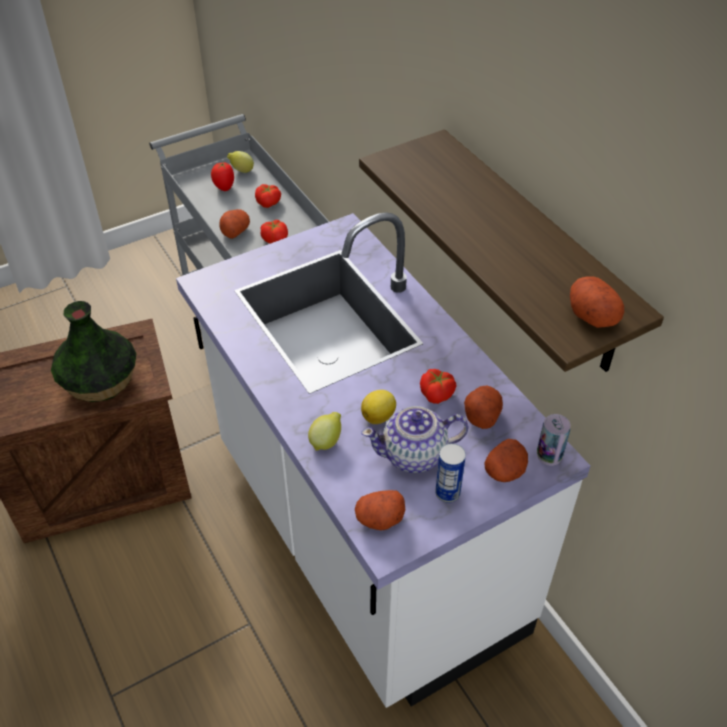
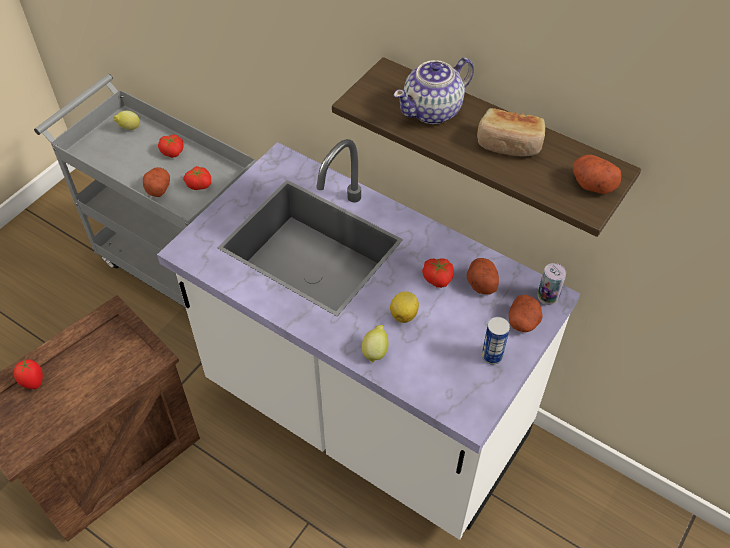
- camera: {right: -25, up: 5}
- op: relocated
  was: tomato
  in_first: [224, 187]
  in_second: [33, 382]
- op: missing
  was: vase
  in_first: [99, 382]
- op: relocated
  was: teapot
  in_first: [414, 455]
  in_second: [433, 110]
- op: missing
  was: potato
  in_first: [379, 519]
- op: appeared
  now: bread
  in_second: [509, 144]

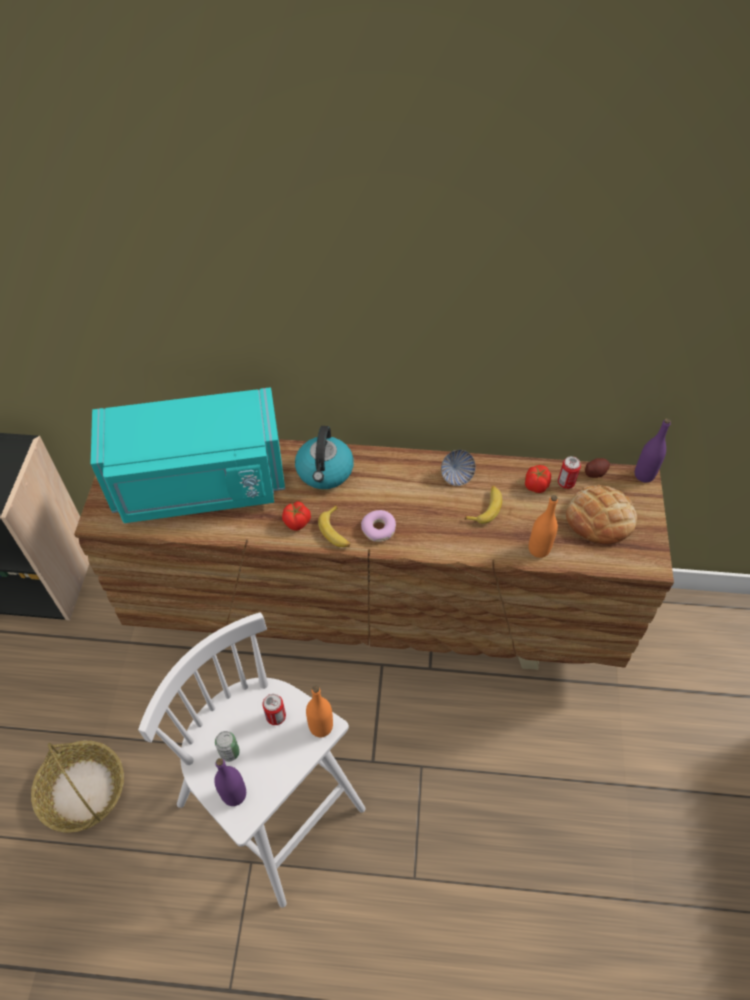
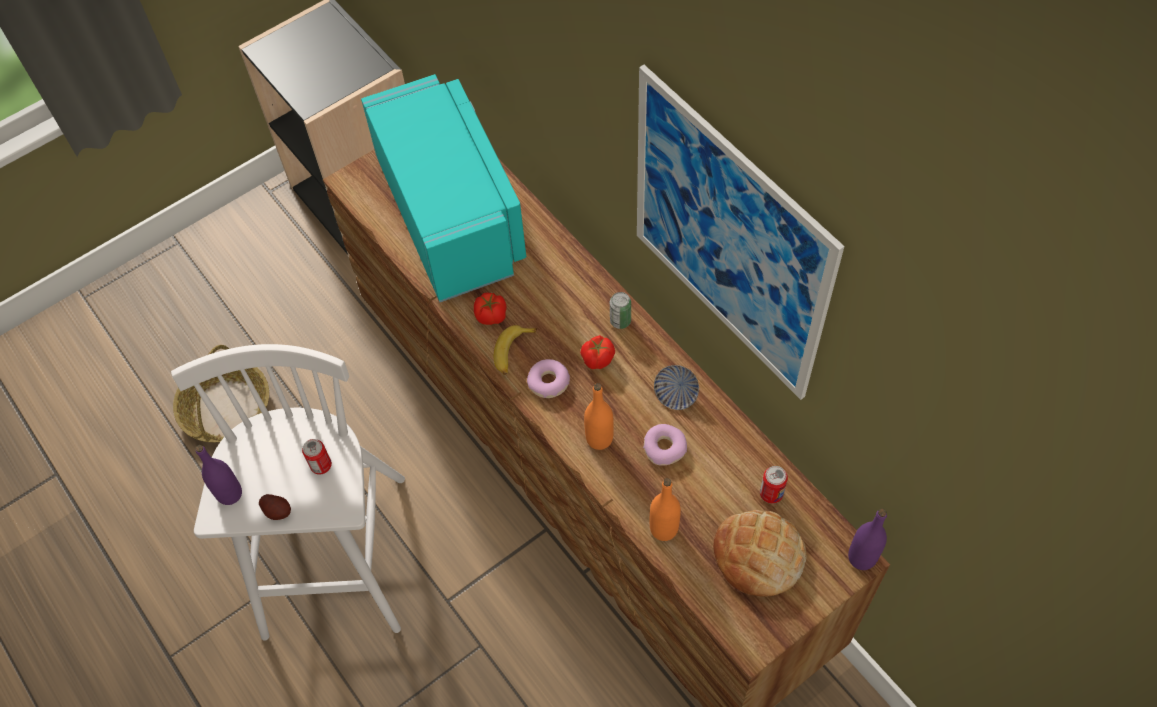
- camera: {right: 50, up: 5}
- op: spun
  was: microwave (turquoise)
  in_first: [199, 485]
  in_second: [454, 216]
  clockwise: -150
- op: missing
  was: kettle
  in_first: [325, 471]
- op: relocated
  was: potato
  in_first: [595, 472]
  in_second: [278, 511]
- op: relocated
  was: tomato
  in_first: [535, 485]
  in_second: [597, 359]
- op: exchanged
  was: banana
  now: donut
  in_first: [485, 507]
  in_second: [664, 447]
- op: relocated
  was: bottle (orange)
  in_first: [321, 726]
  in_second: [599, 438]
- op: relocated
  was: can
  in_first: [229, 752]
  in_second: [620, 321]
- op: appeared
  now: picture
  in_second: [728, 238]

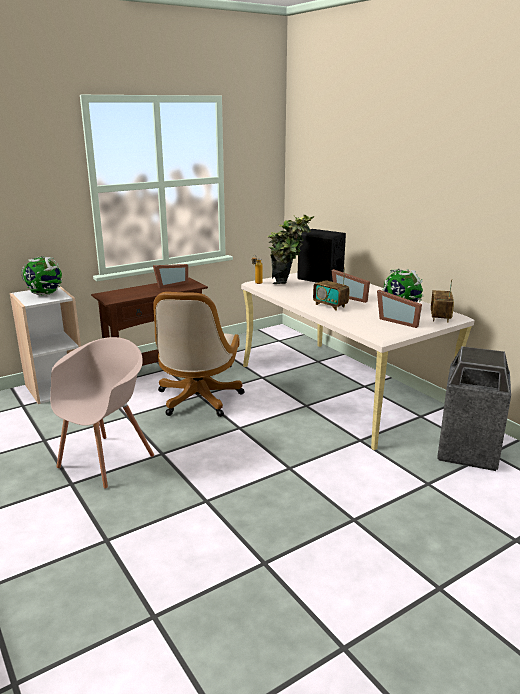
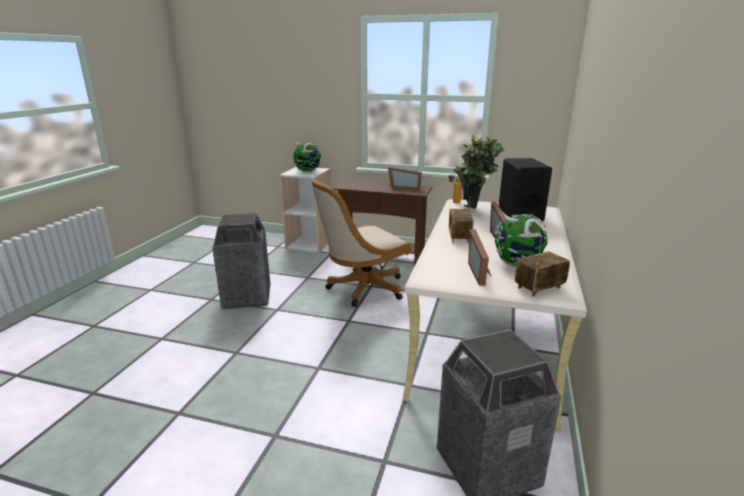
- camera: {right: 50, up: 0}
- op: exchanged
  was: chair (beige)
  now: trash can
  in_first: [106, 461]
  in_second: [247, 297]

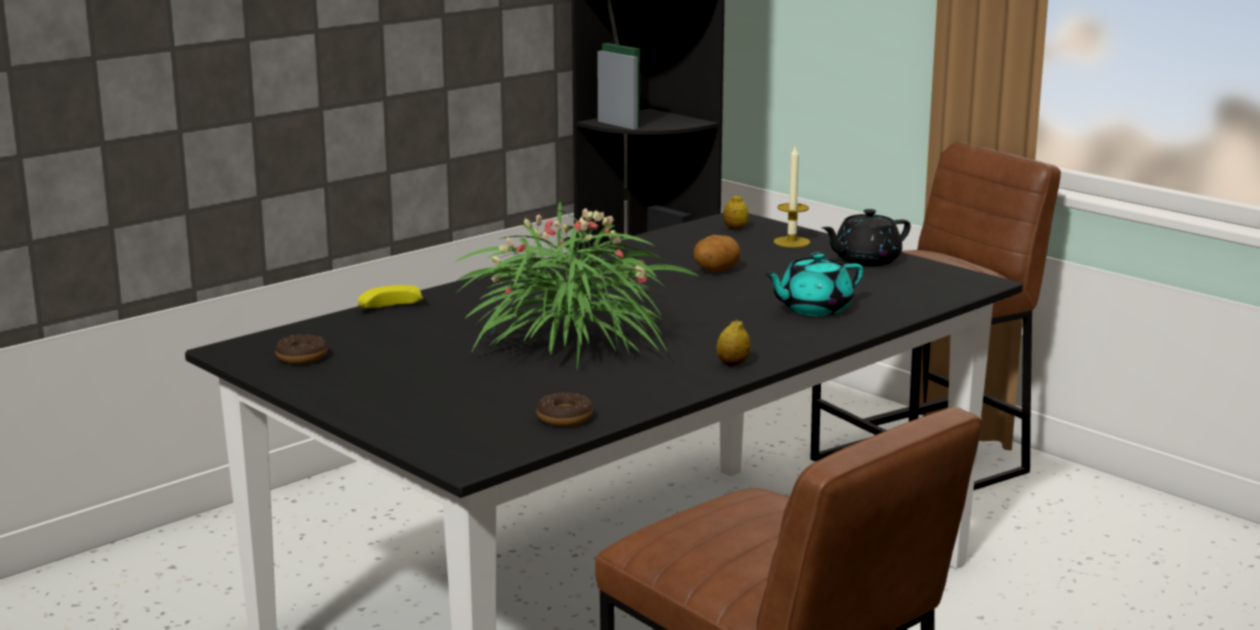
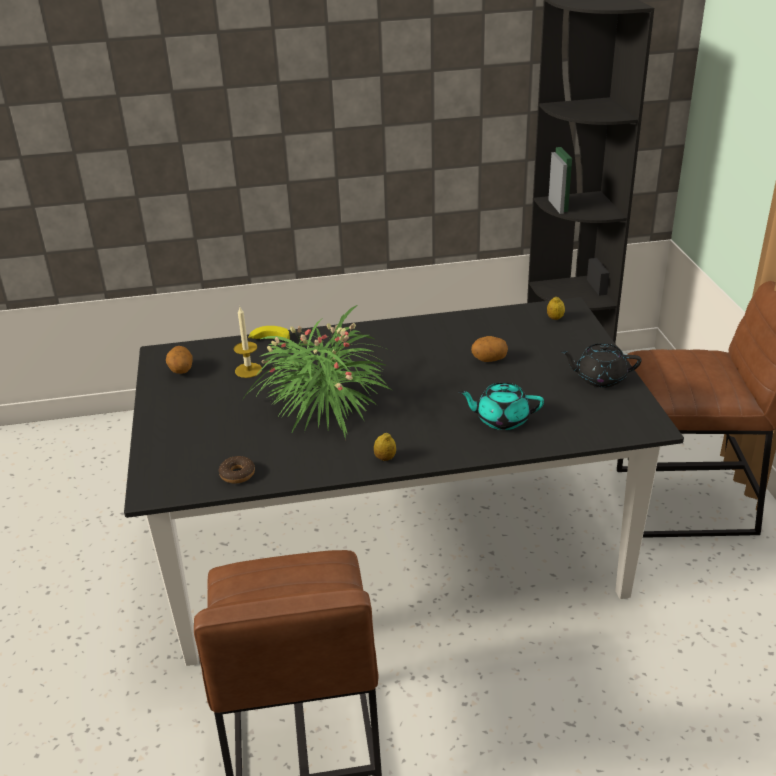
- camera: {right: 35, up: 15}
- op: relocated
  was: candle
  in_first: [791, 242]
  in_second: [248, 370]
- op: exchanged
  was: donut
  now: potato
  in_first: [302, 357]
  in_second: [181, 371]

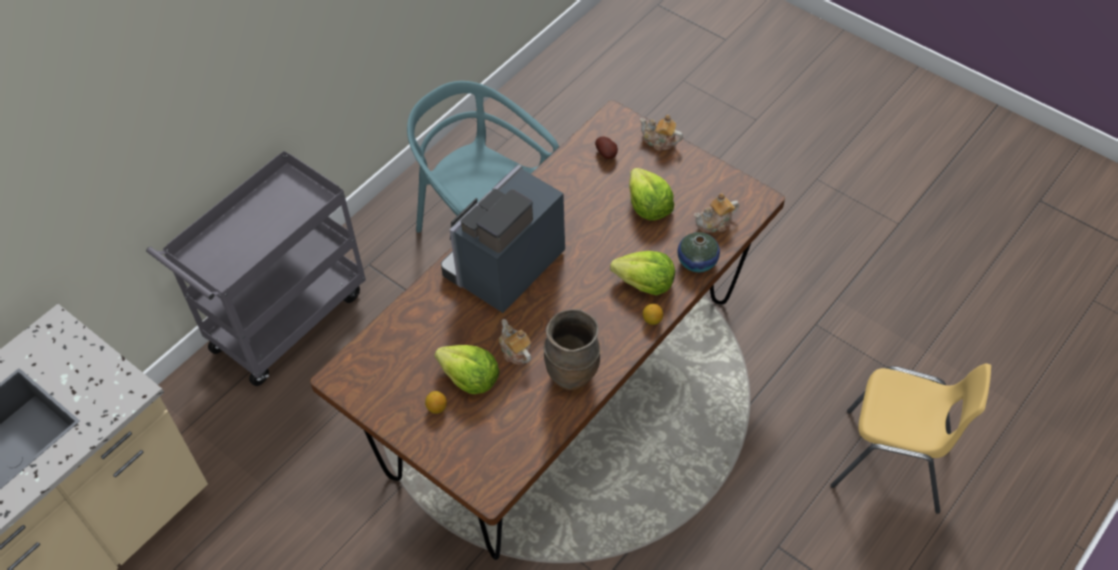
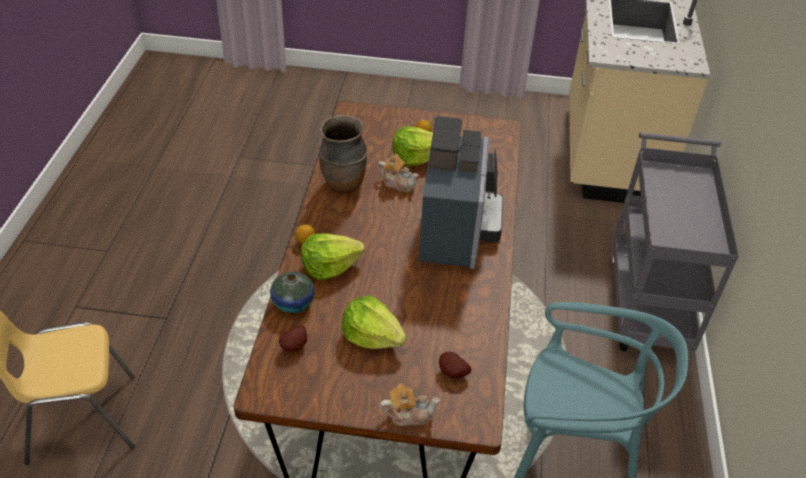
- camera: {right: 145, up: -10}
- op: exchanged
  was: teapot
  now: potato
  in_first: [715, 223]
  in_second: [295, 346]

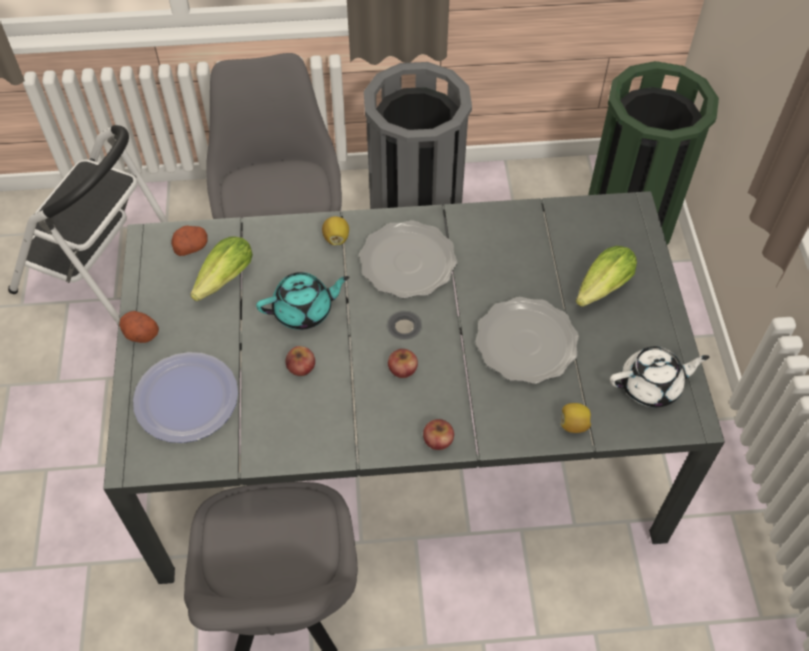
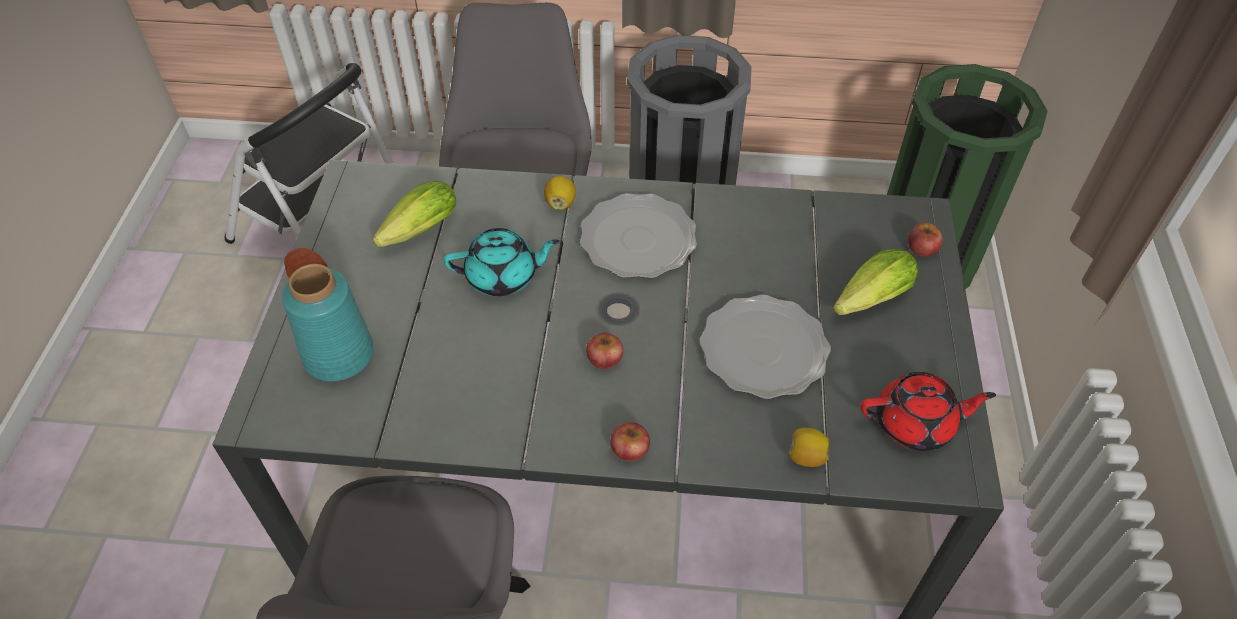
- camera: {right: 10, up: -5}
- op: missing
  was: potato
  in_first: [191, 247]
- op: relocated
  was: apple
  in_first: [301, 366]
  in_second: [922, 248]
- op: colour
  was: teapot (white)
  now: teapot (red)
  in_first: [651, 386]
  in_second: [915, 424]
- op: exchanged
  was: plate
  now: vase (turquoise)
  in_first: [186, 398]
  in_second: [339, 355]

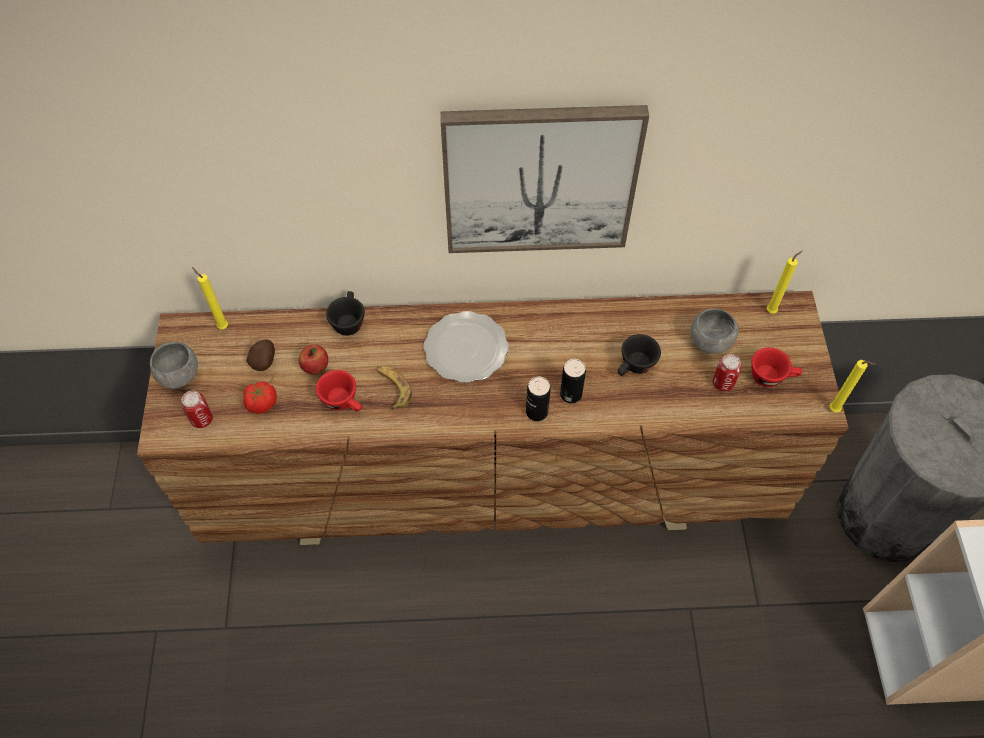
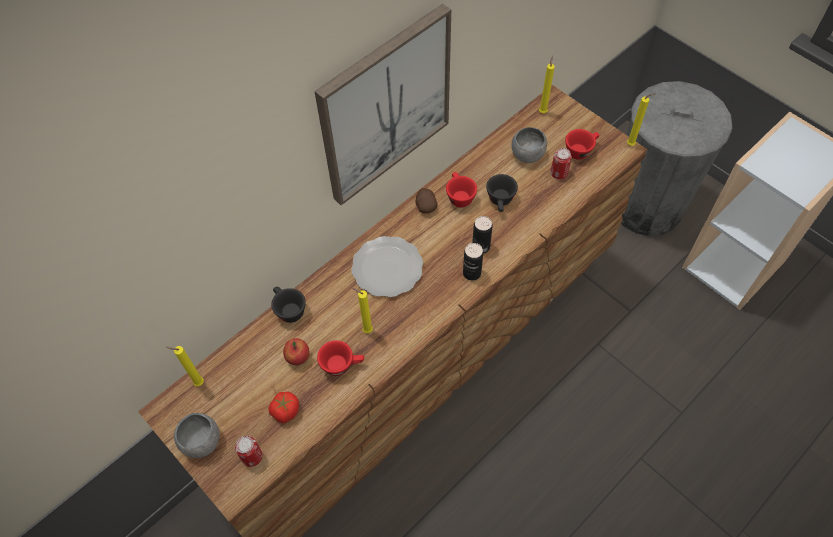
- camera: {right: -40, up: 0}
- op: relocated
  was: potato
  in_first: [264, 361]
  in_second: [425, 206]
- op: exchanged
  was: banana
  now: candle (yellow)
  in_first: [393, 388]
  in_second: [366, 330]
- op: appeared
  now: cup (red)
  in_second: [459, 196]

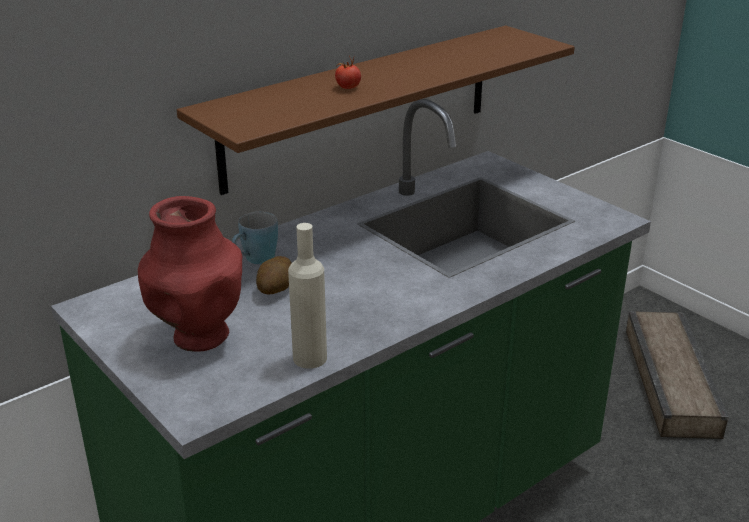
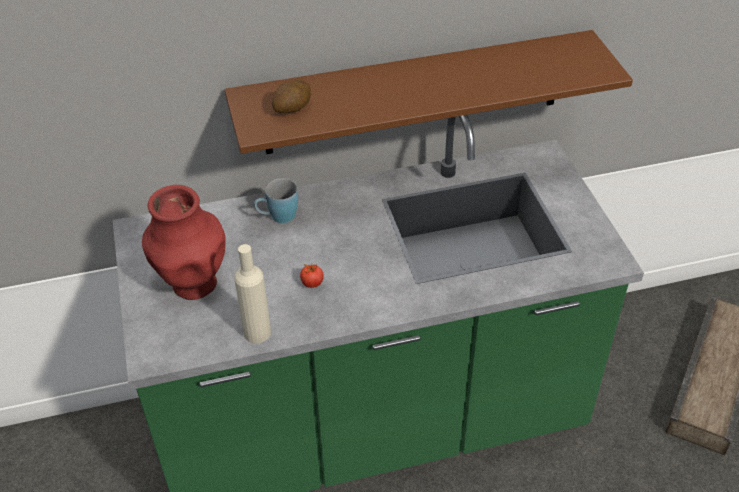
- camera: {right: 25, up: 15}
- op: relocated
  was: tomato
  in_first: [348, 87]
  in_second: [312, 283]
- op: relocated
  was: potato
  in_first: [276, 289]
  in_second: [292, 109]

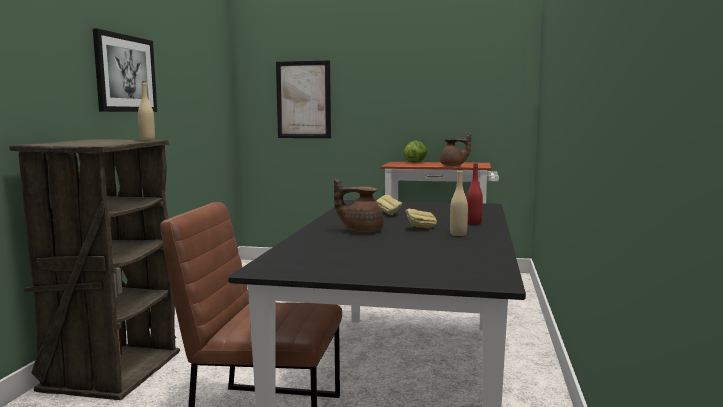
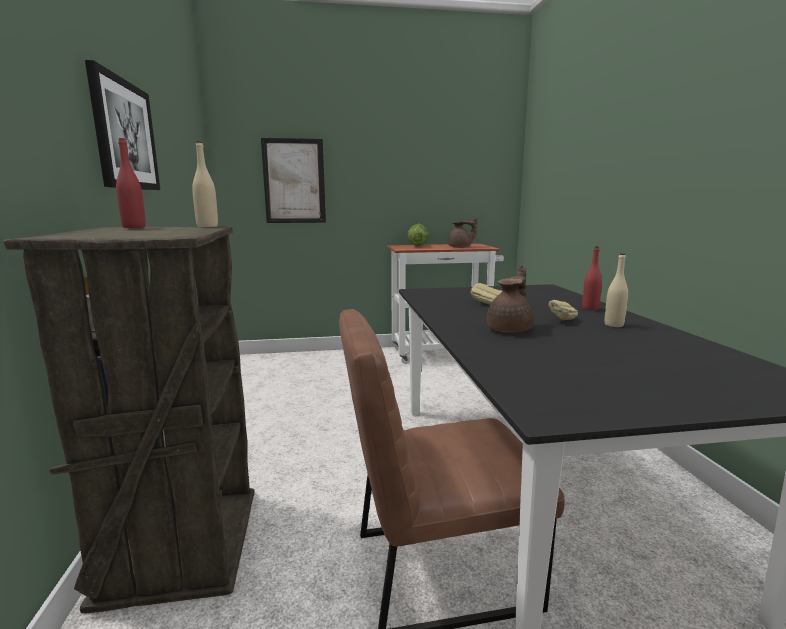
- camera: {right: -20, up: 5}
- op: spun
  was: teapot (brown)
  in_first: [361, 230]
  in_second: [511, 329]
  clockwise: 135
- op: appeared
  now: bottle (red)
  in_second: [134, 227]

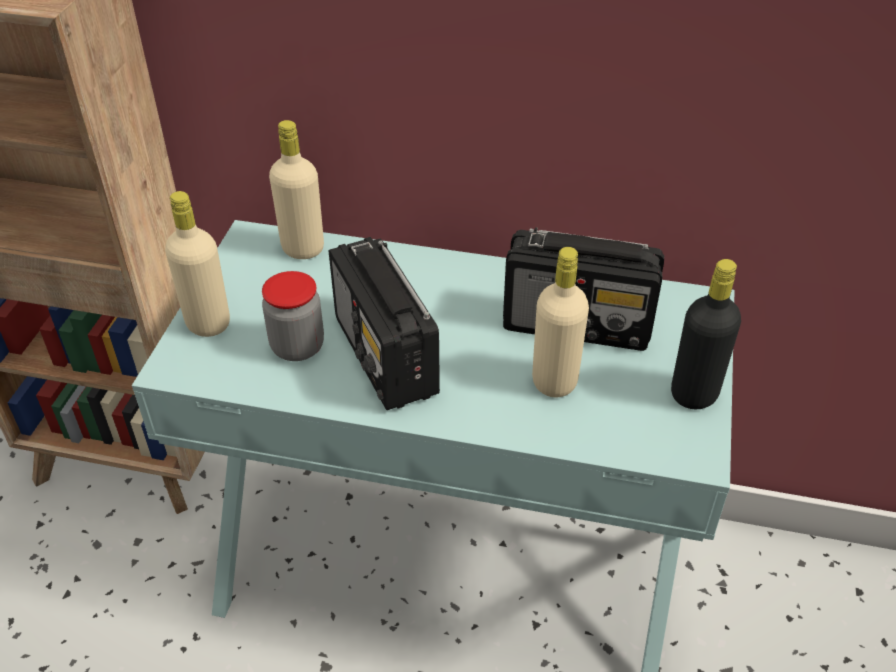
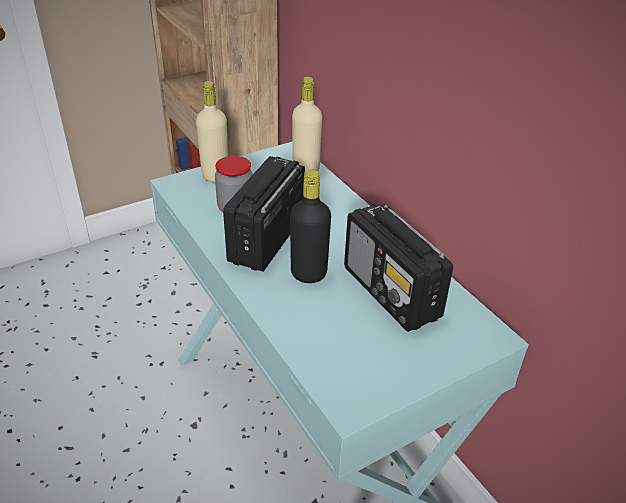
- camera: {right: 45, up: -5}
- op: missing
  was: bottle (beige)
  in_first: [554, 381]
- op: relocated
  was: bottle (black)
  in_first: [694, 394]
  in_second: [308, 274]

